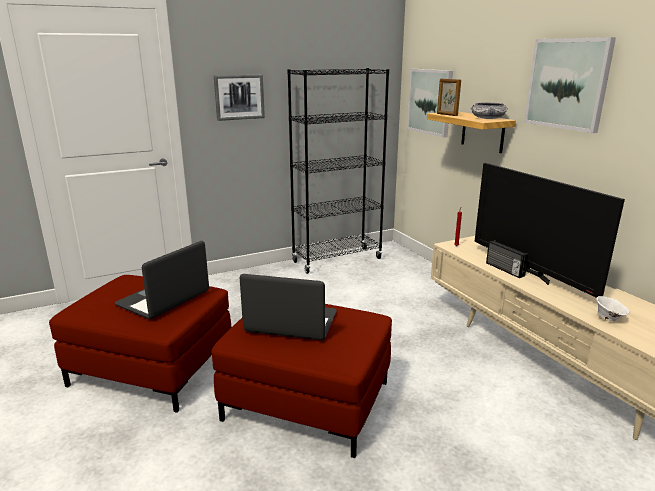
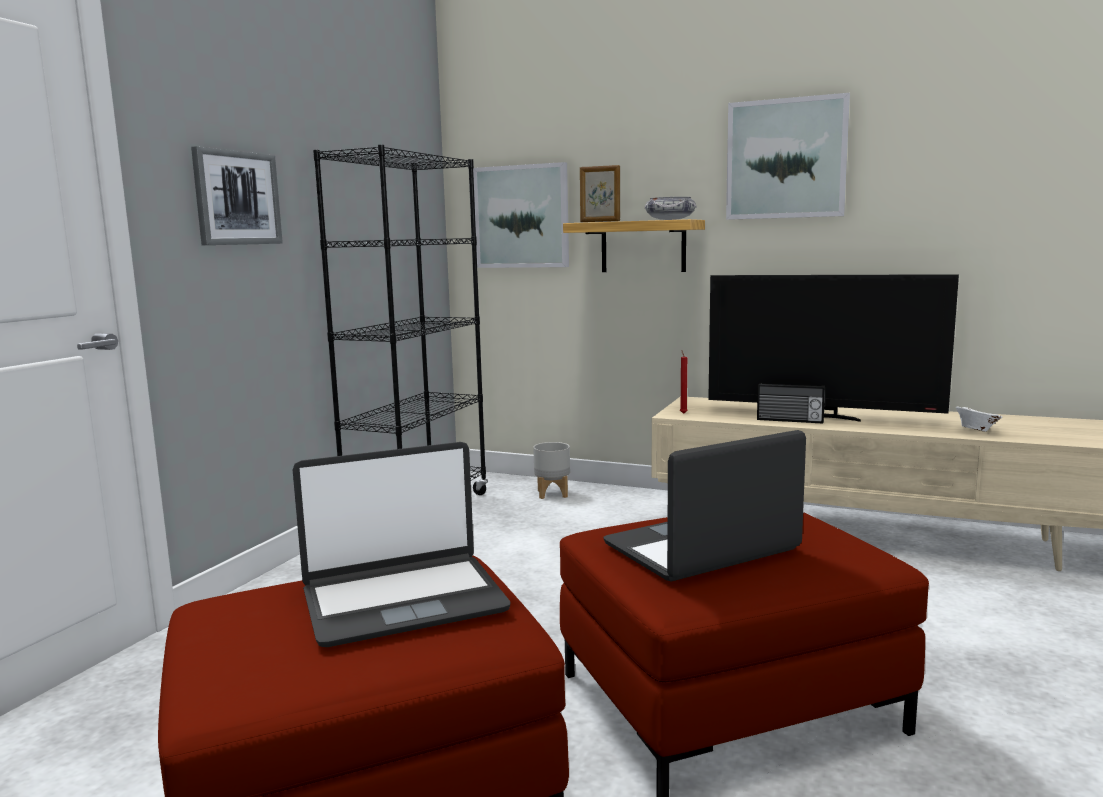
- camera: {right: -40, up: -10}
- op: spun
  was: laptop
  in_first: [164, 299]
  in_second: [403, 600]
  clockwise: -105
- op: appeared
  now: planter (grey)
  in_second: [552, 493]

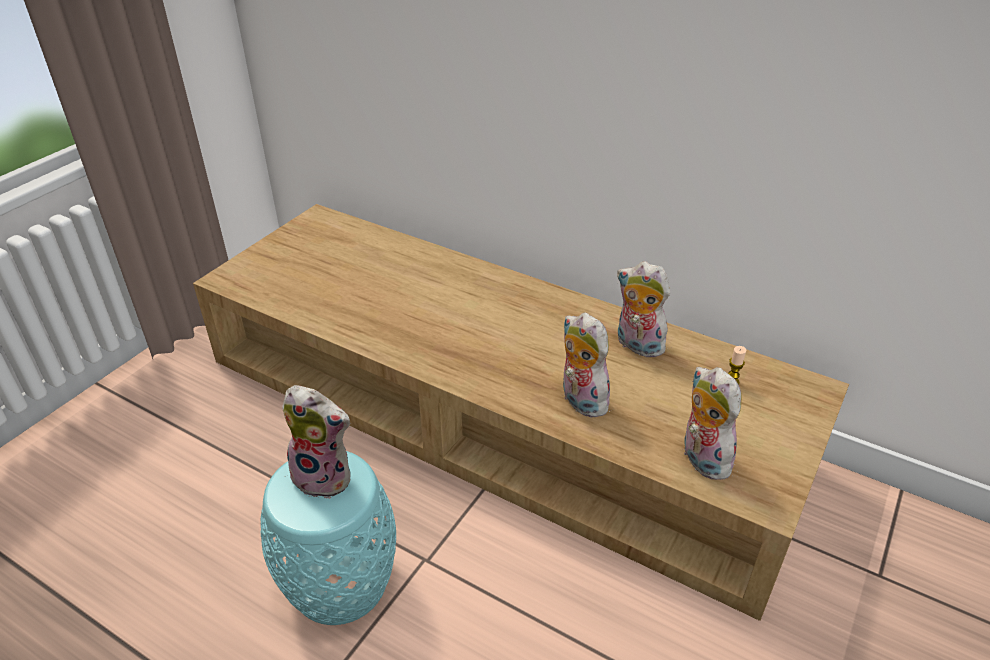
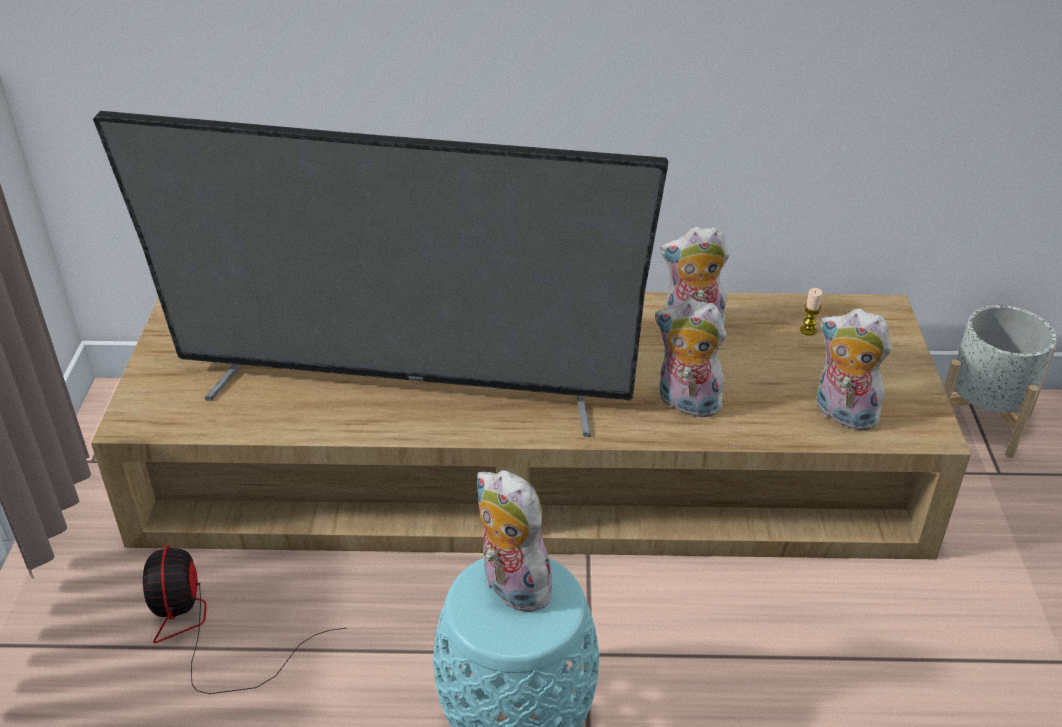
- camera: {right: -30, up: 0}
- op: spun
  was: plush toy
  in_first: [326, 476]
  in_second: [510, 587]
  clockwise: -120
- op: appeared
  now: television
  in_second: [402, 388]
- op: appeared
  now: planter (grey)
  in_second: [981, 421]
- op: appeared
  now: fan
  in_second: [206, 632]

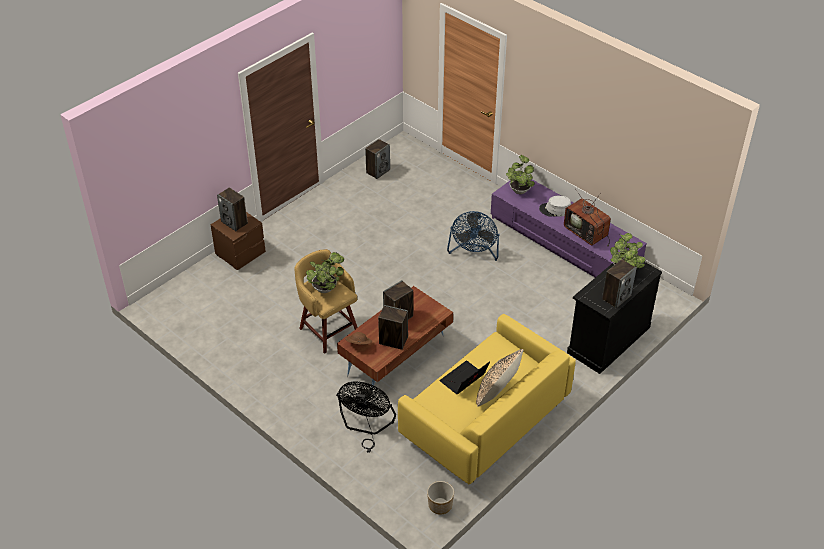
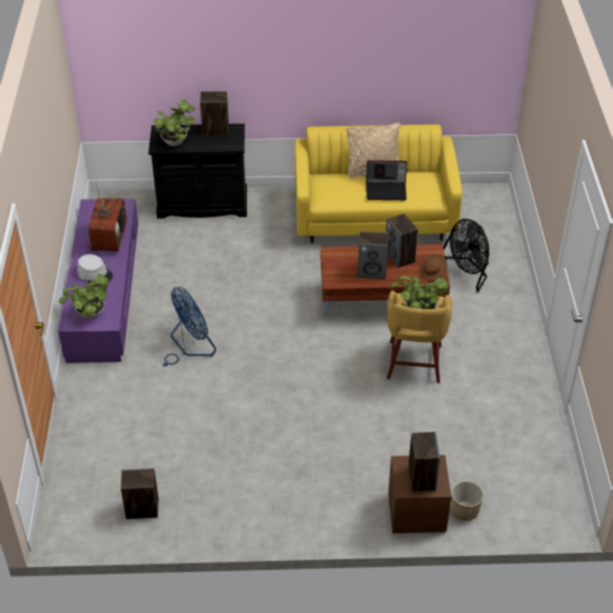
- camera: {right: -135, up: 0}
- op: relocated
  was: planter
  in_first: [440, 505]
  in_second: [465, 509]

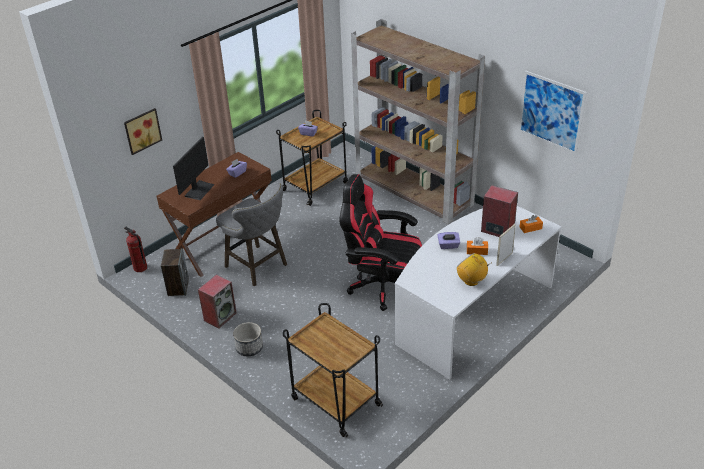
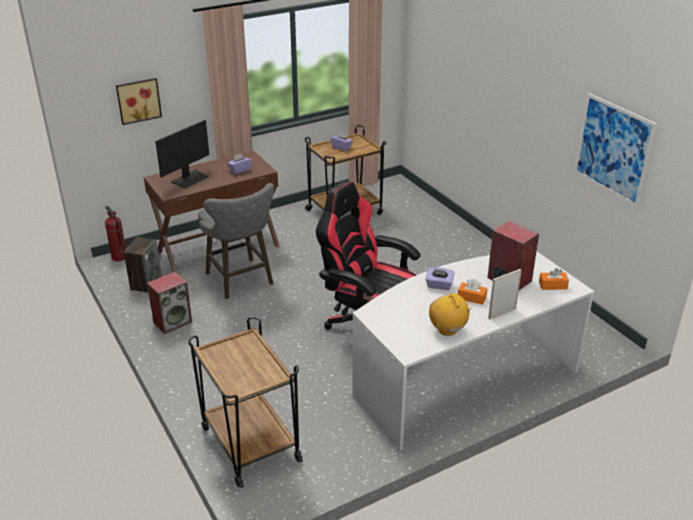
- camera: {right: 15, up: -5}
- op: missing
  was: bookcase (brown)
  in_first: [413, 191]
- op: missing
  was: planter
  in_first: [249, 348]

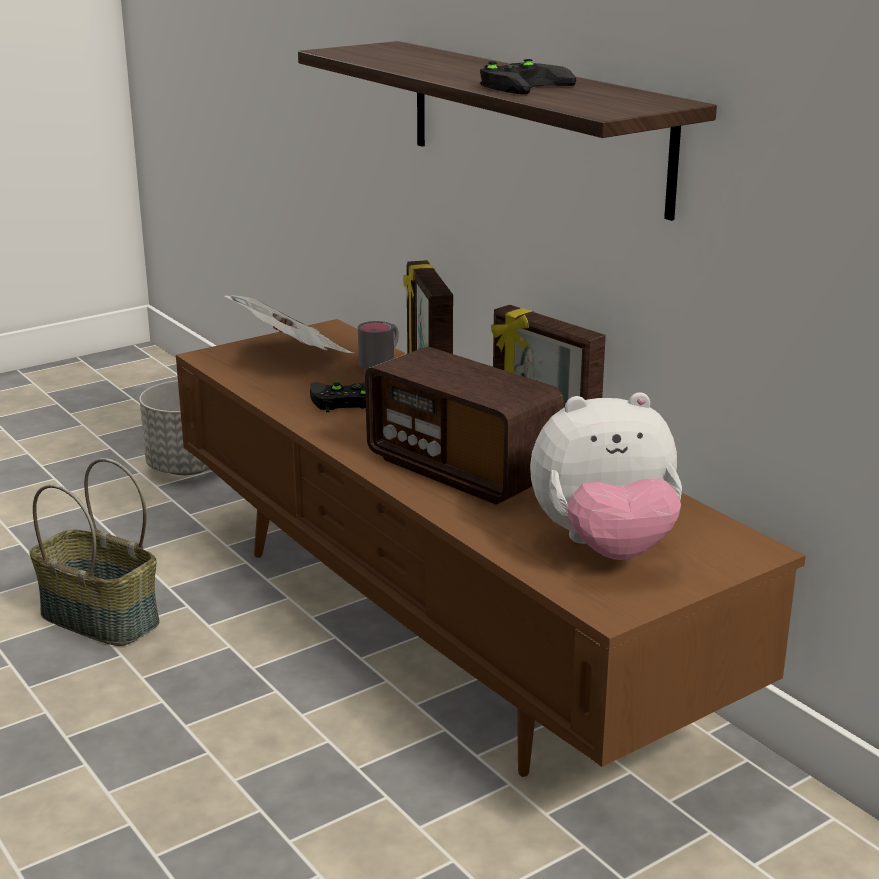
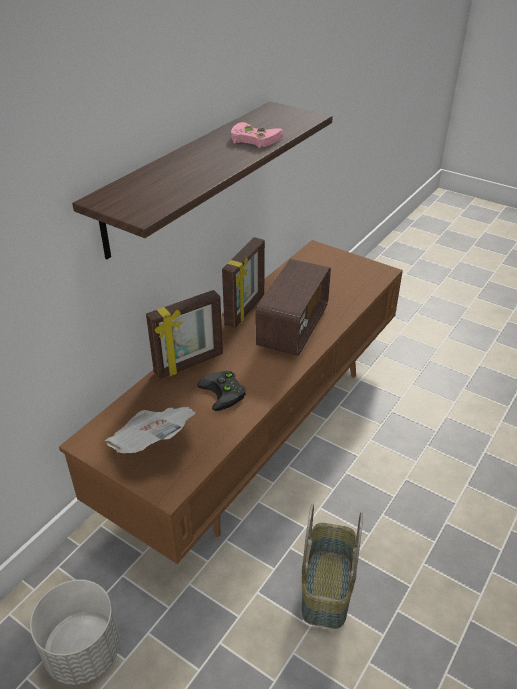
- camera: {right: -110, up: 15}
- op: colour
  was: game controller (black)
  now: game controller (pink)
  in_first: [523, 85]
  in_second: [253, 139]
- op: missing
  was: mug (grey)
  in_first: [382, 360]
- op: missing
  was: plush toy
  in_first: [605, 547]

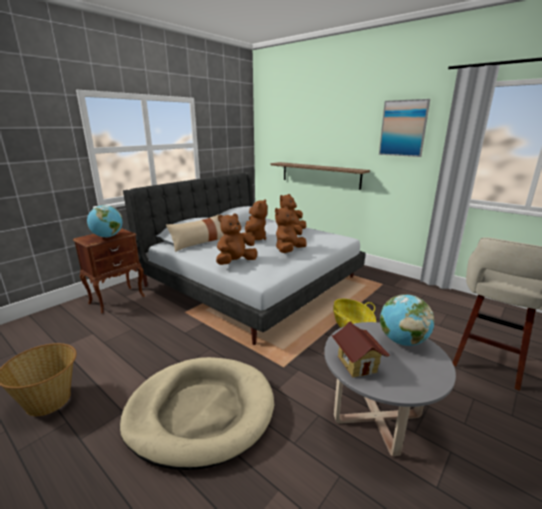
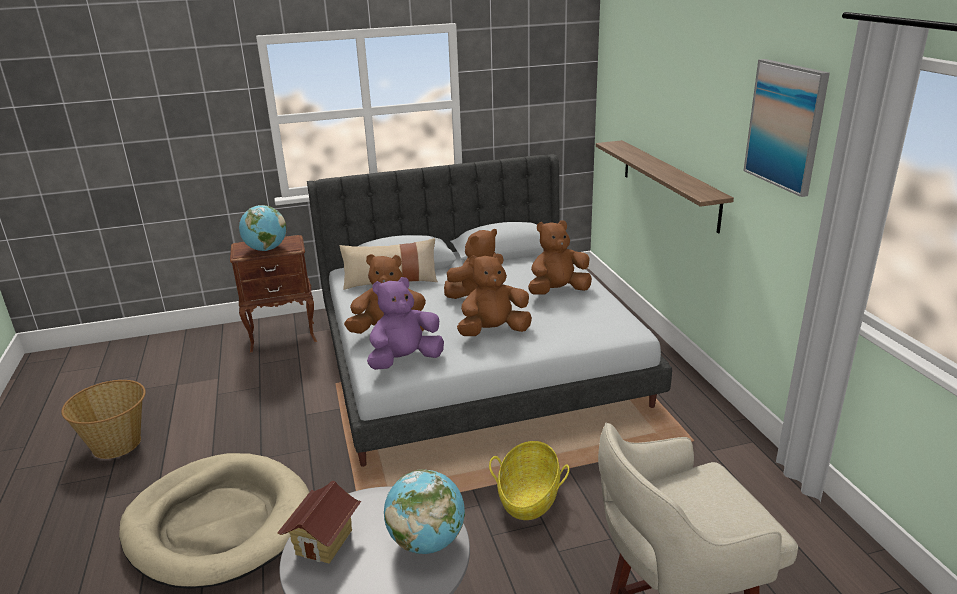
- camera: {right: 35, up: 5}
- op: appeared
  now: plush toy (purple)
  in_second: [405, 360]

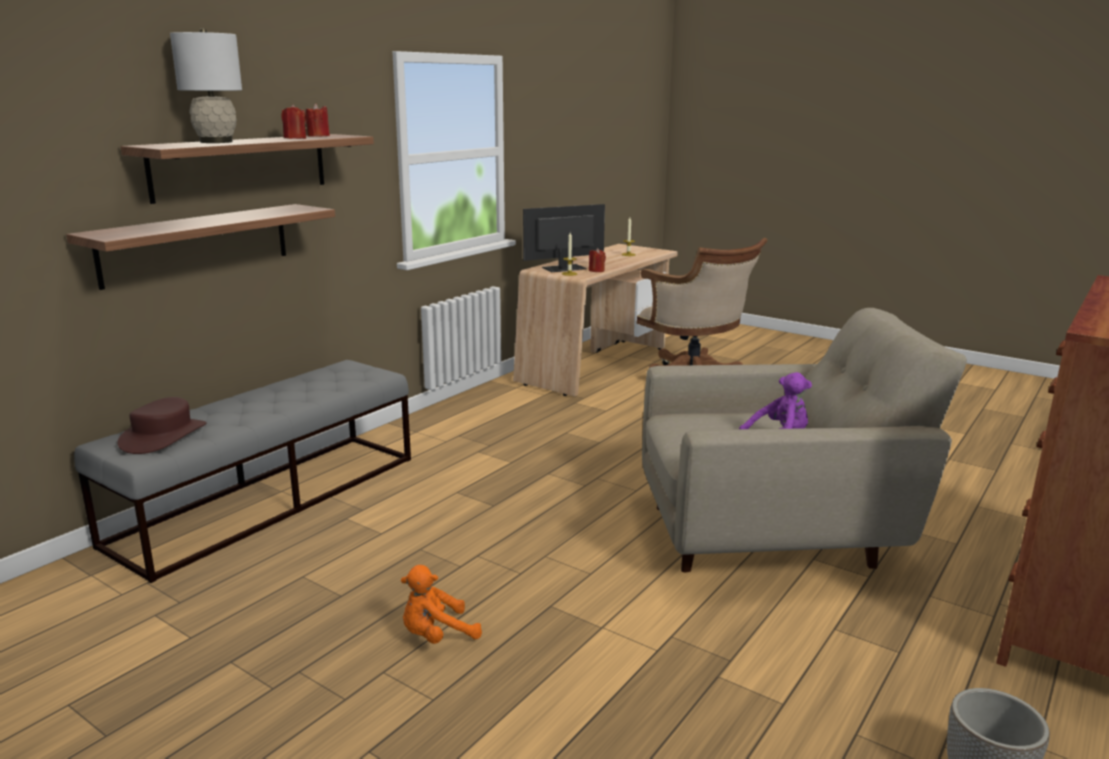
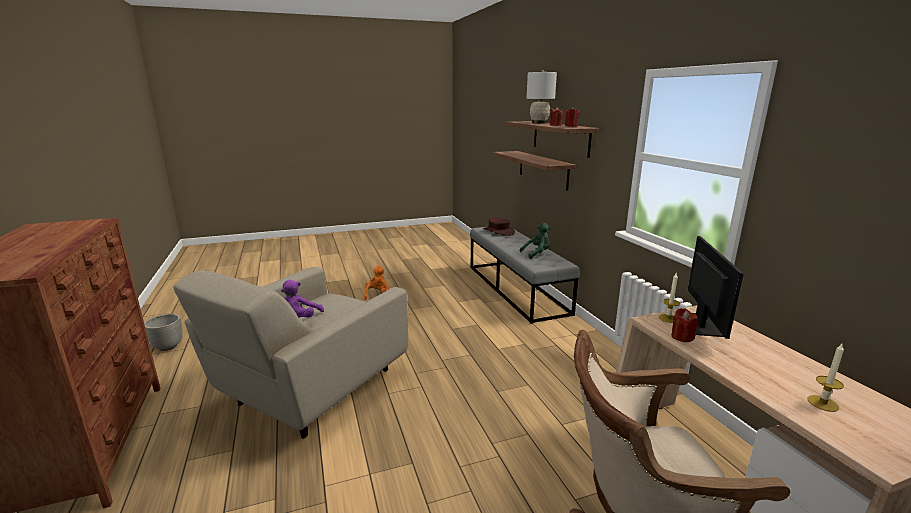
- camera: {right: 125, up: 0}
- op: appeared
  now: plush toy (green)
  in_second: [537, 254]

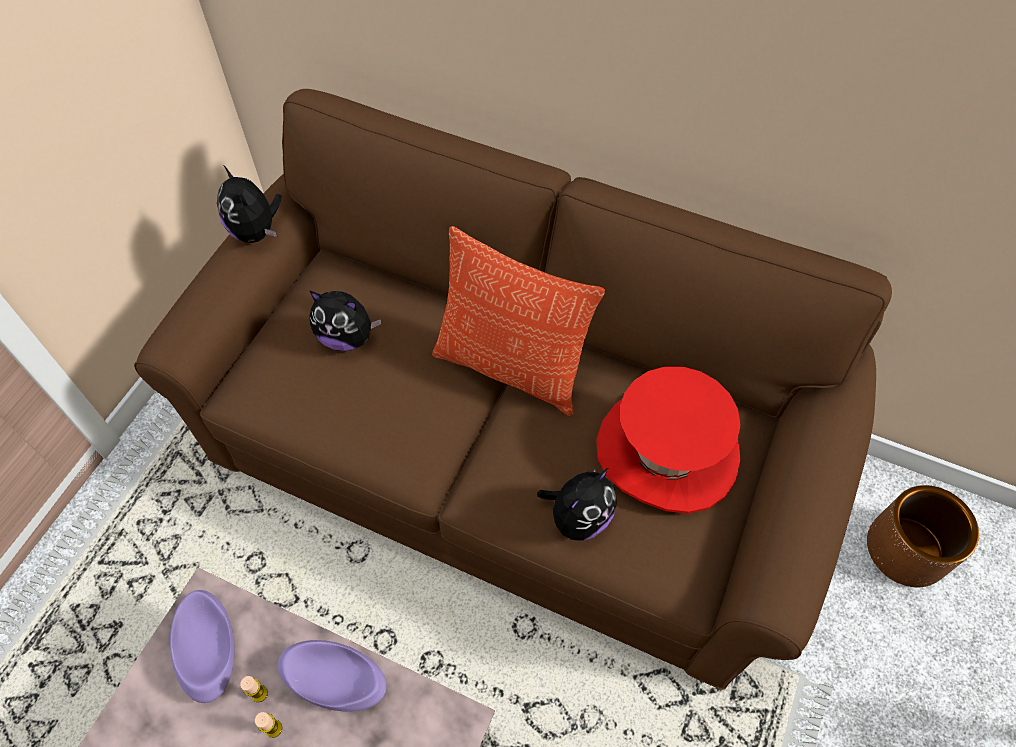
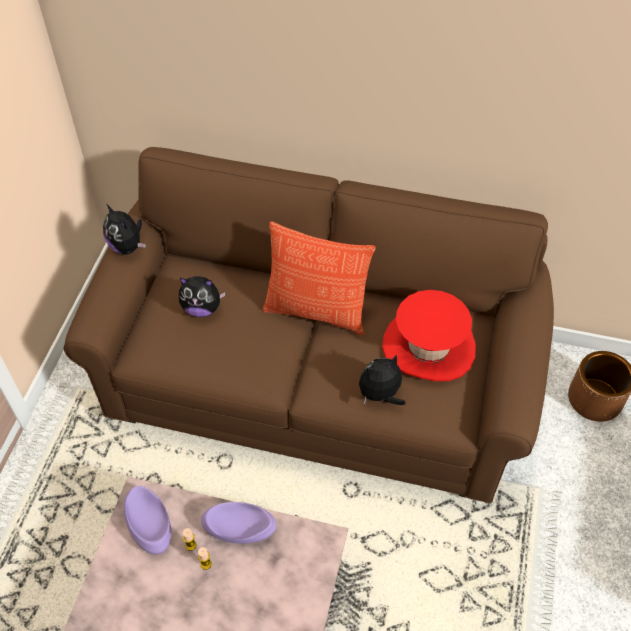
- camera: {right: -10, up: -5}
- op: spun
  was: plush toy
  in_first: [578, 517]
  in_second: [380, 395]
  clockwise: -150

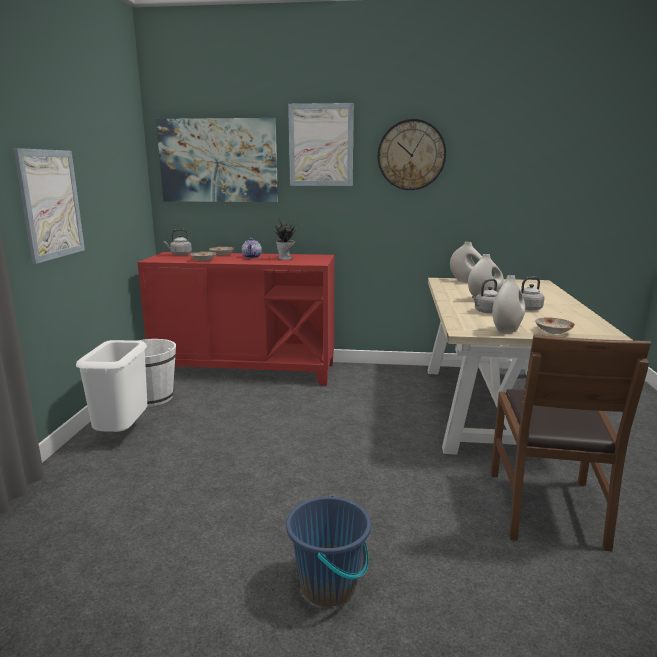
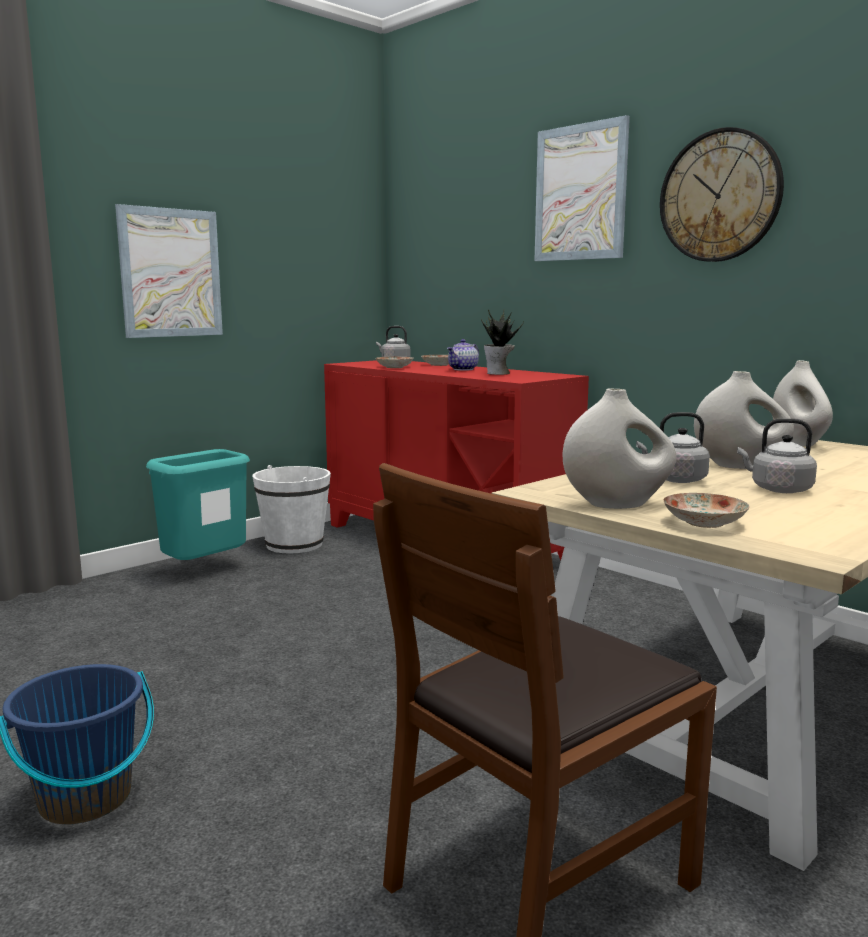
- camera: {right: 40, up: -5}
- op: missing
  was: picture
  in_first: [218, 161]
- op: colour
  was: trash can (white)
  now: trash can (turquoise)
  in_first: [122, 434]
  in_second: [205, 570]

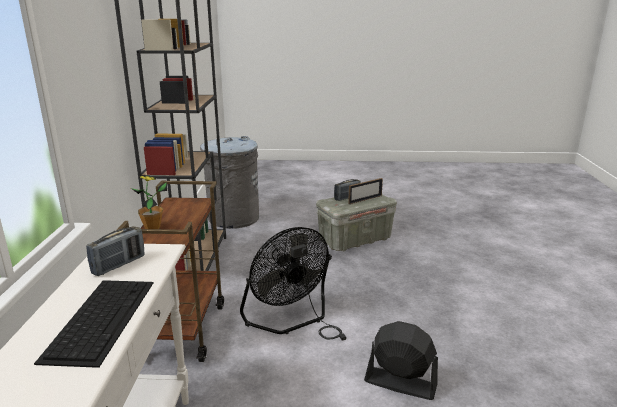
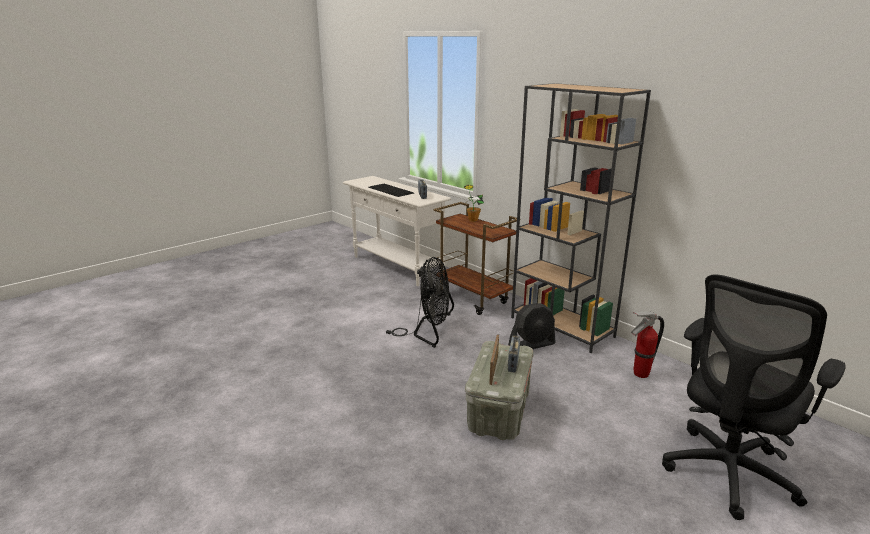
- camera: {right: 135, up: 0}
- op: exchanged
  was: trash can (grey)
  now: fire extinguisher
  in_first: [233, 218]
  in_second: [640, 374]
- op: relocated
  was: fan (black)
  in_first: [400, 383]
  in_second: [532, 345]
- op: appeared
  now: office chair (black)
  in_second: [729, 467]

